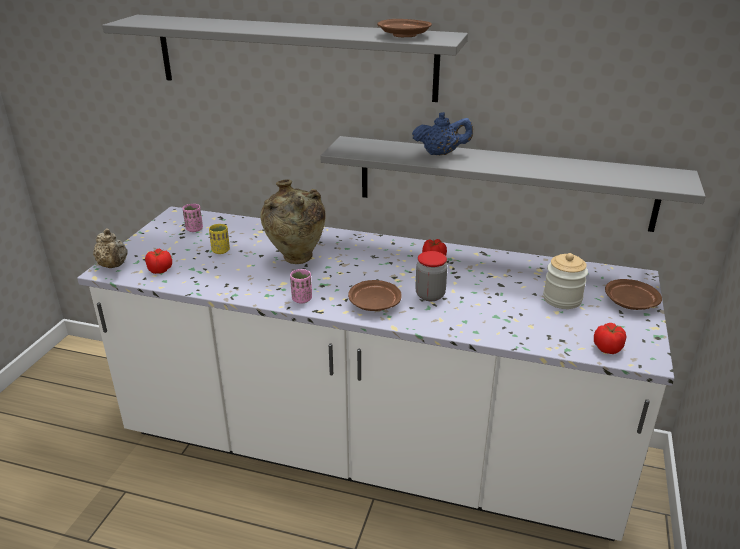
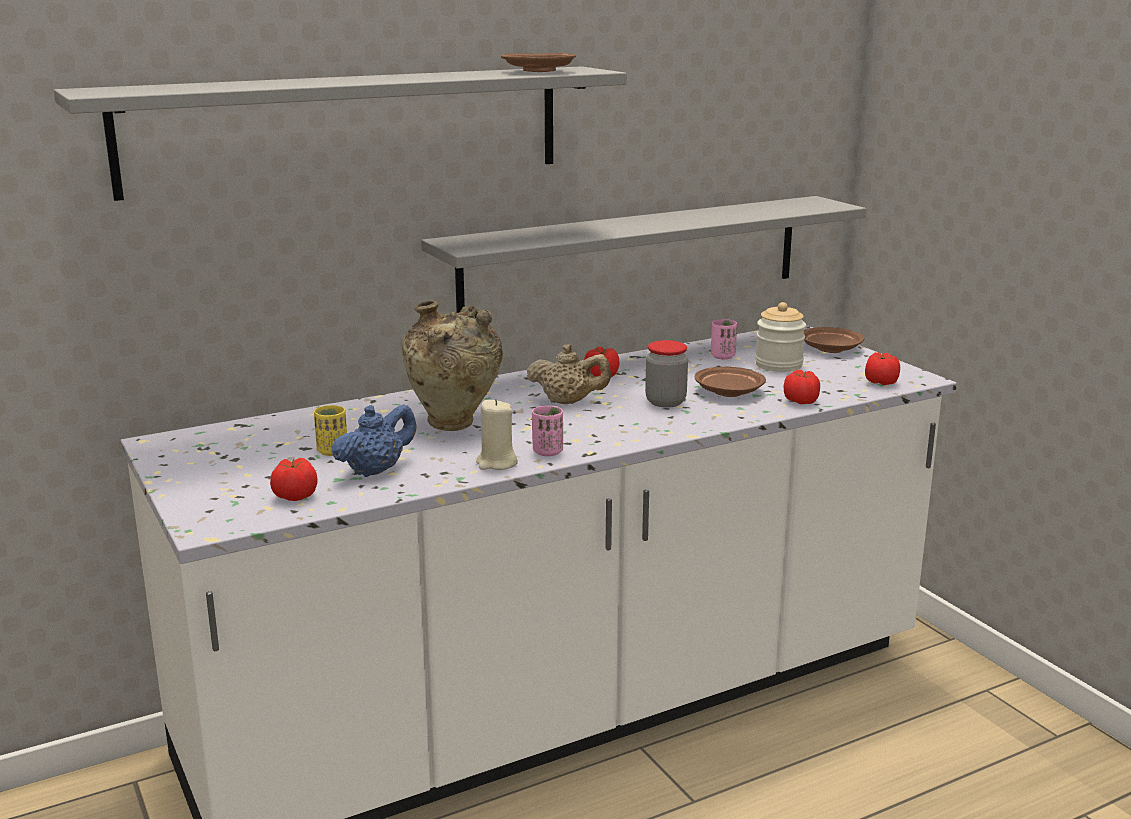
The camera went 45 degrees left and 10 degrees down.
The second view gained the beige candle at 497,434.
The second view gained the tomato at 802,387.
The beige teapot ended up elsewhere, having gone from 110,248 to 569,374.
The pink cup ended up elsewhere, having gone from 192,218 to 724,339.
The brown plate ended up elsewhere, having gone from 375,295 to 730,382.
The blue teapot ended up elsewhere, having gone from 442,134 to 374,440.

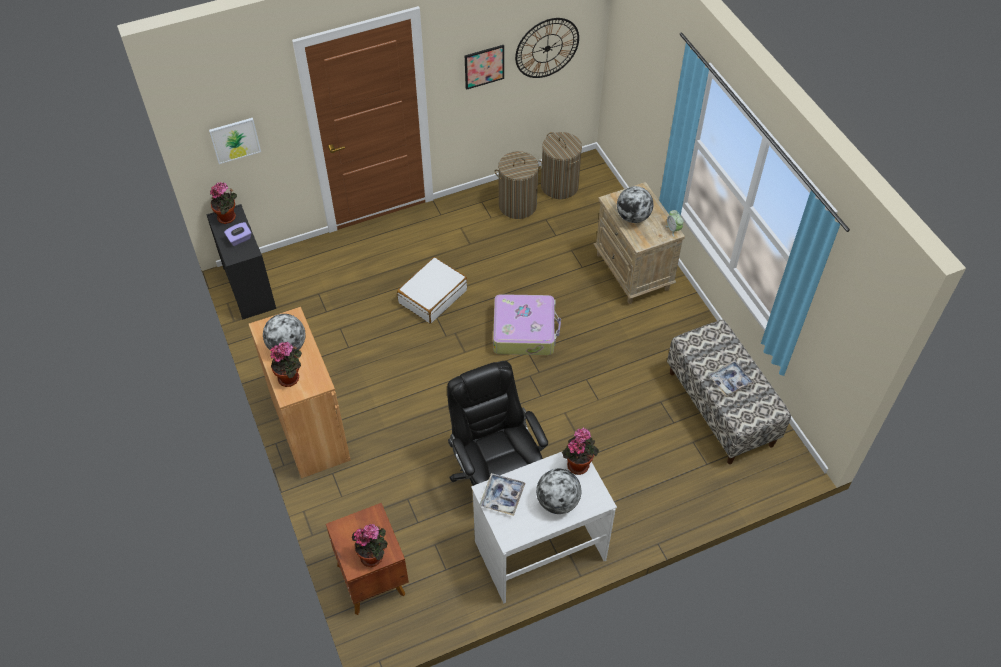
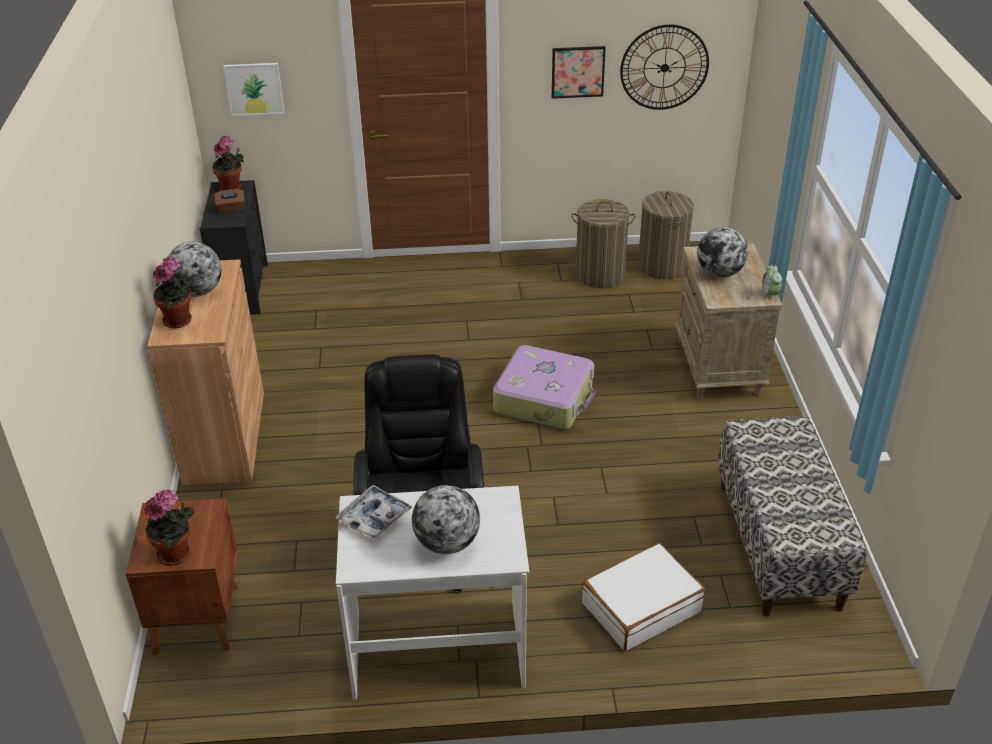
The camera went 20 degrees right and 15 degrees down.
The second view lost the potted plant at 580,451.
The second view lost the tray at 731,379.
The white suitcase ended up elsewhere, having gone from 432,290 to 643,597.
What was the purple tissue box at 238,234 turned into the brown tissue box at 229,201.

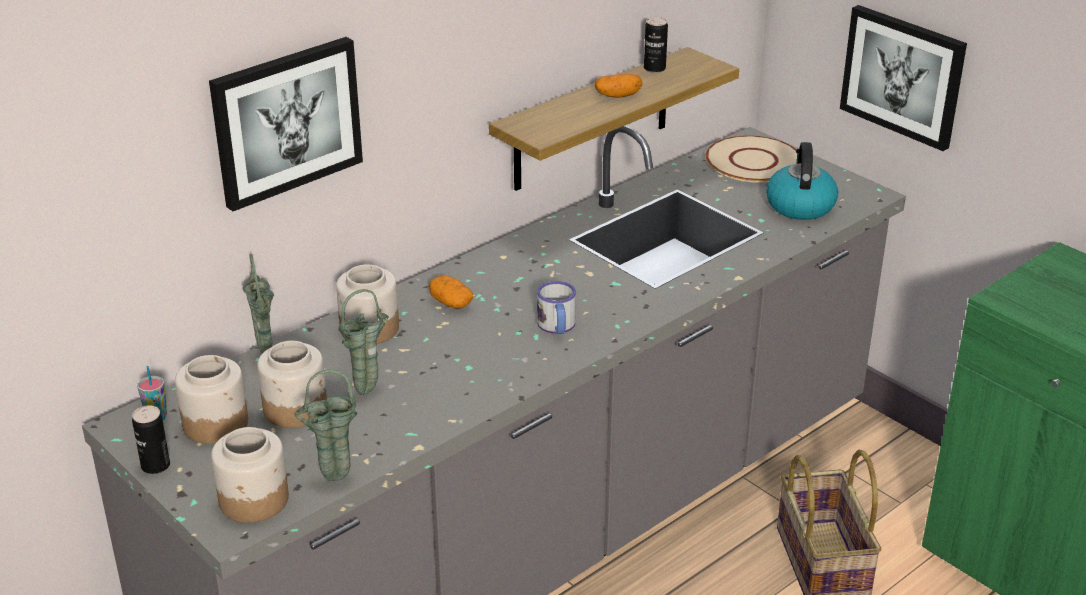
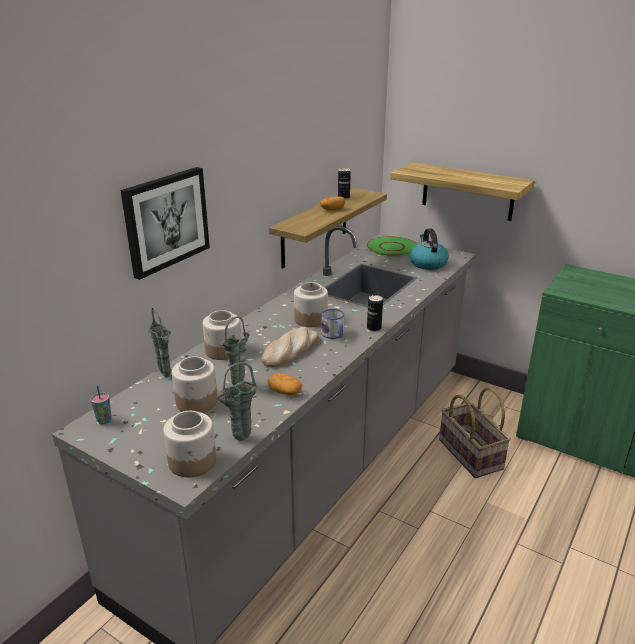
The camera went 15 degrees left and 5 degrees down.
The second view gained the bread at 290,347.
The can ended up elsewhere, having gone from 151,440 to 375,313.
The jar ended up elsewhere, having gone from 211,399 to 311,304.
The potato ended up elsewhere, having gone from 451,291 to 284,384.
Where the picture hung at 903,78, the shelf came to hang at 462,191.
What was the beige plate at 751,159 turned into the green plate at 391,246.

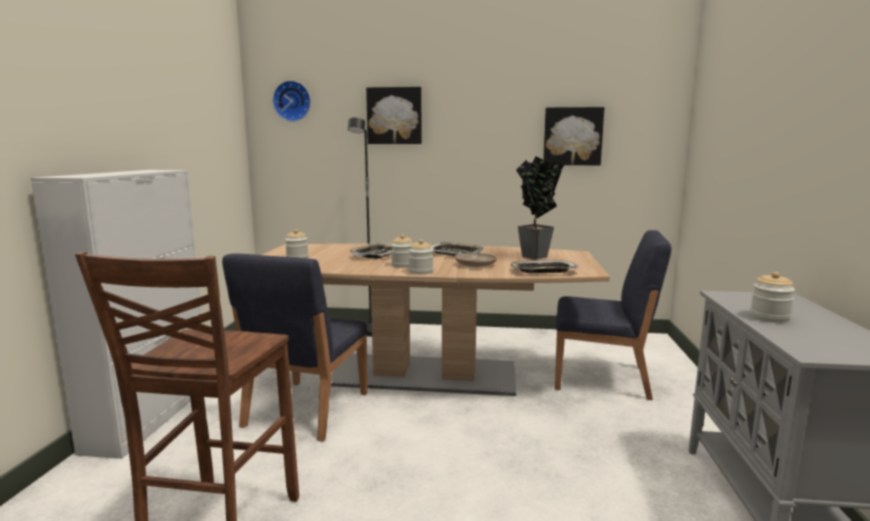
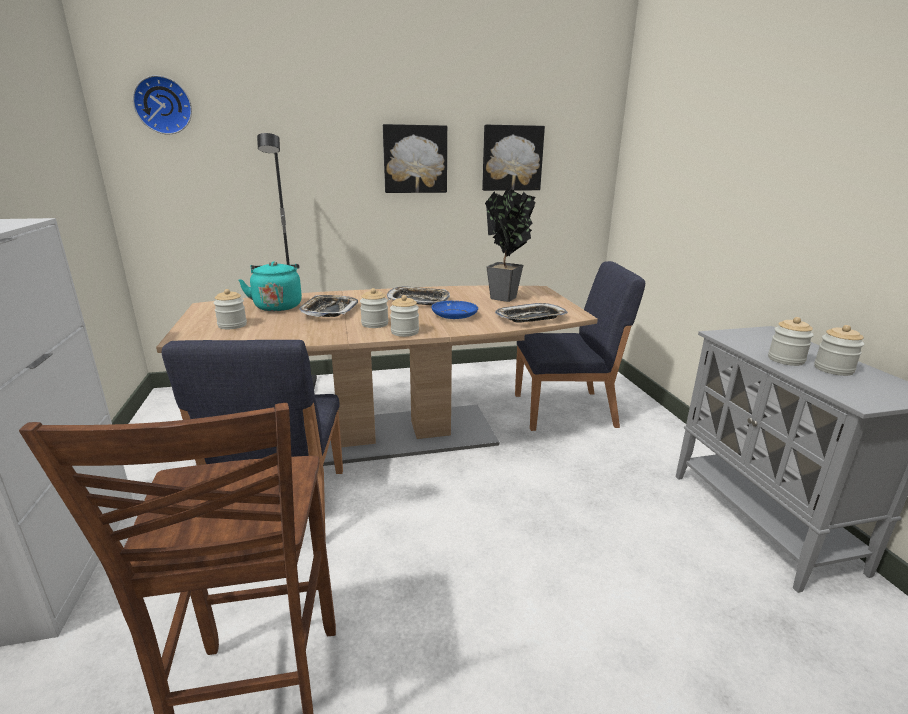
The camera went 20 degrees left and 10 degrees up.
The second view gained the turquoise kettle at 270,286.
The second view gained the jar at 839,350.
The picture ended up elsewhere, having gone from 394,115 to 415,158.
What was the beige plate at 476,260 turned into the blue plate at 455,310.

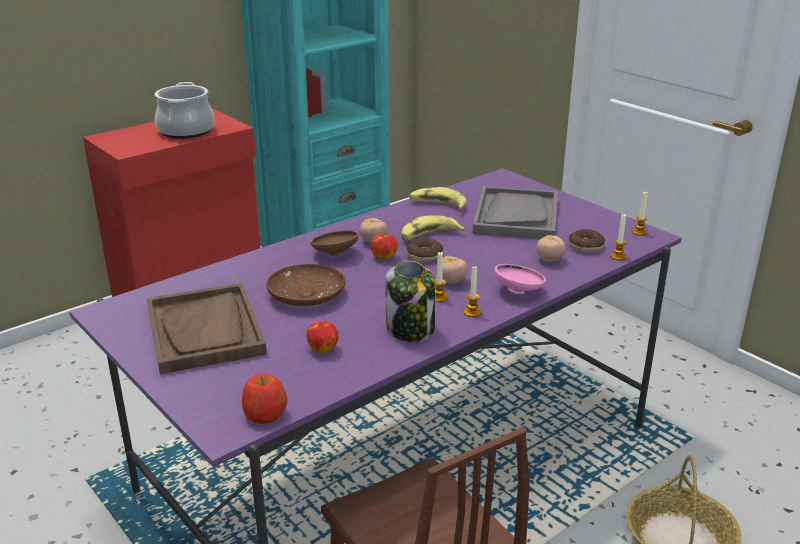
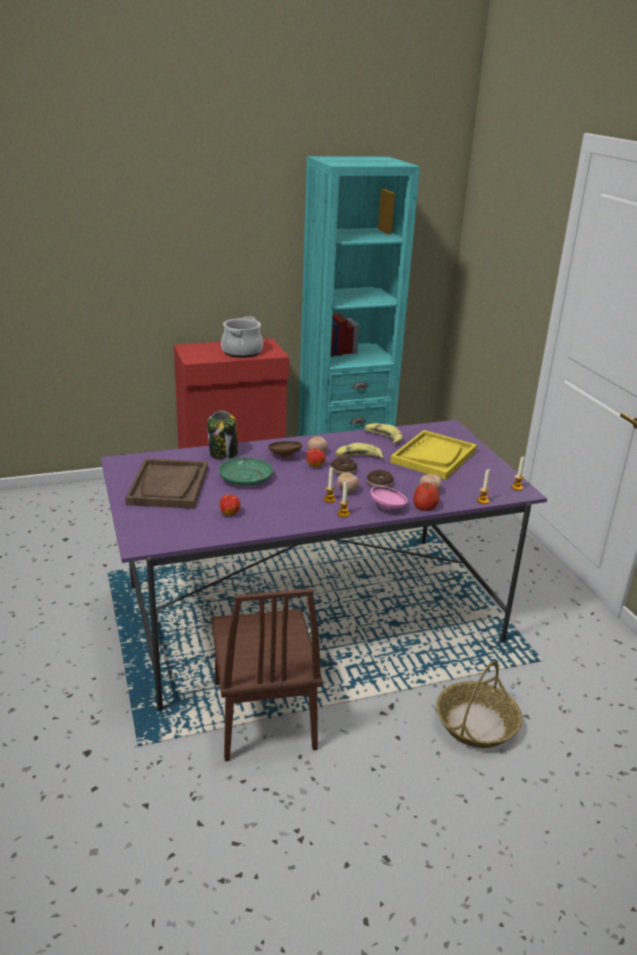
The camera went 20 degrees right and 0 degrees up.
The apple ended up elsewhere, having gone from 264,398 to 426,497.
The jar ended up elsewhere, having gone from 410,301 to 222,435.
The donut ended up elsewhere, having gone from 587,240 to 380,478.
What was the brown plate at 305,285 turned into the green plate at 246,471.
What was the grey tray at 515,212 turned into the yellow tray at 433,455.

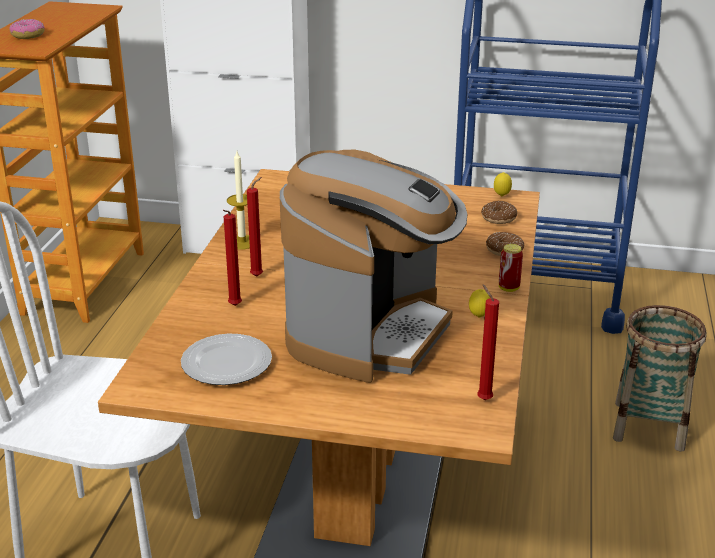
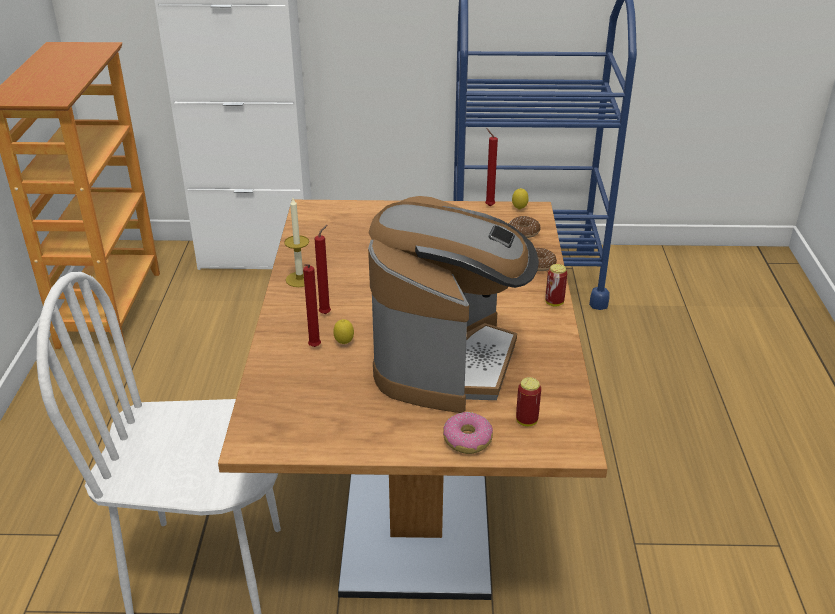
The camera went 10 degrees left and 5 degrees up.
The second view lost the plate at 226,359.
The second view lost the basket at 660,378.
The second view gained the can at 528,402.
The donut ended up elsewhere, having gone from 27,29 to 468,433.
The lemon ended up elsewhere, having gone from 479,303 to 343,331.
The red candle ended up elsewhere, having gone from 488,342 to 491,167.

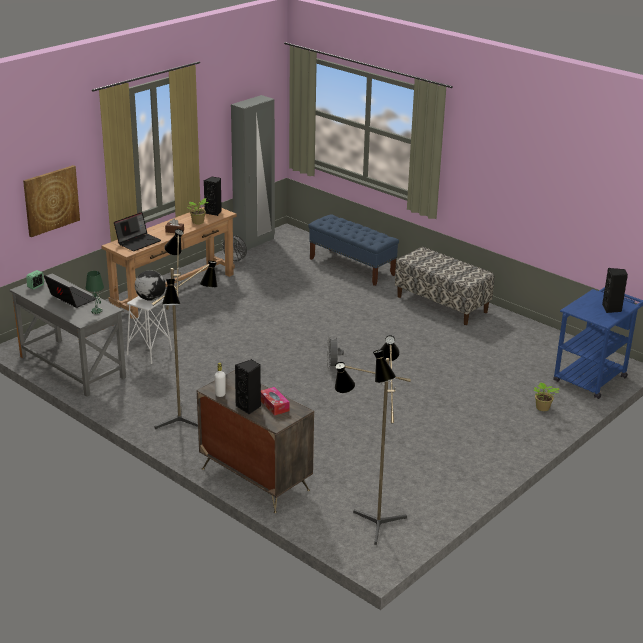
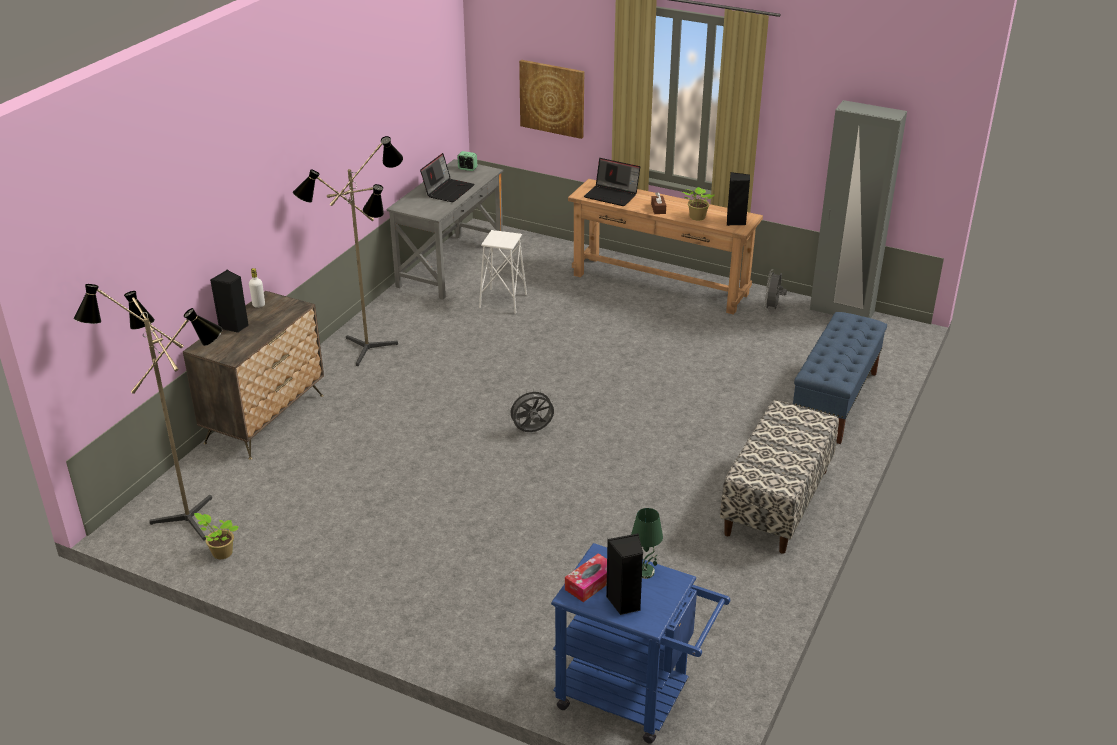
The camera went 75 degrees right and 5 degrees up.
The second view lost the globe at 150,285.
The green table lamp ended up elsewhere, having gone from 95,292 to 647,543.
The tissue box ended up elsewhere, having gone from 275,401 to 586,577.
The potted plant ended up elsewhere, having gone from 546,396 to 216,536.

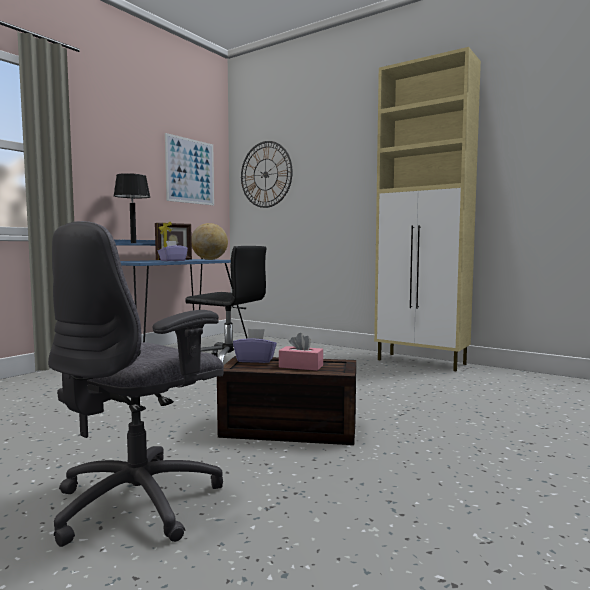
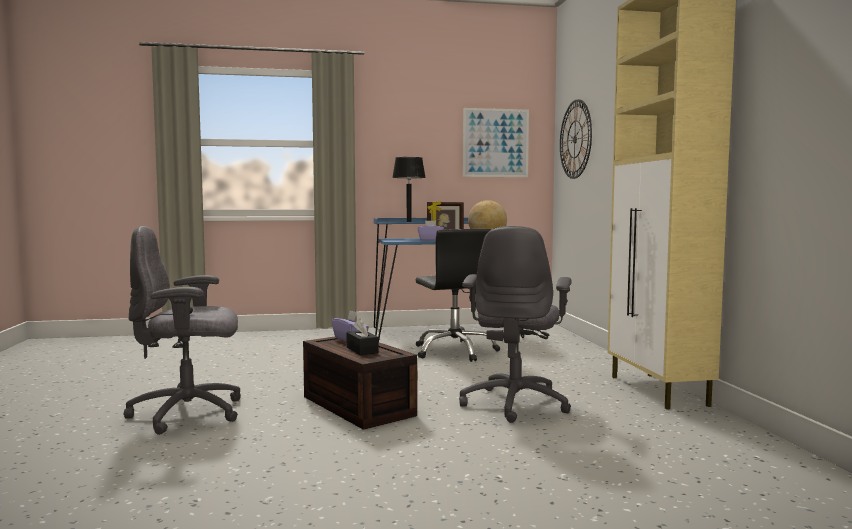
The camera went 45 degrees right and 0 degrees up.
The second view gained the grey office chair at 515,324.
What was the pink tissue box at 301,352 turned into the black tissue box at 362,337.

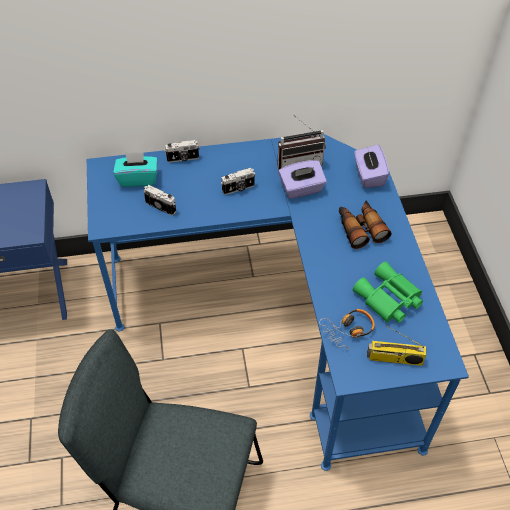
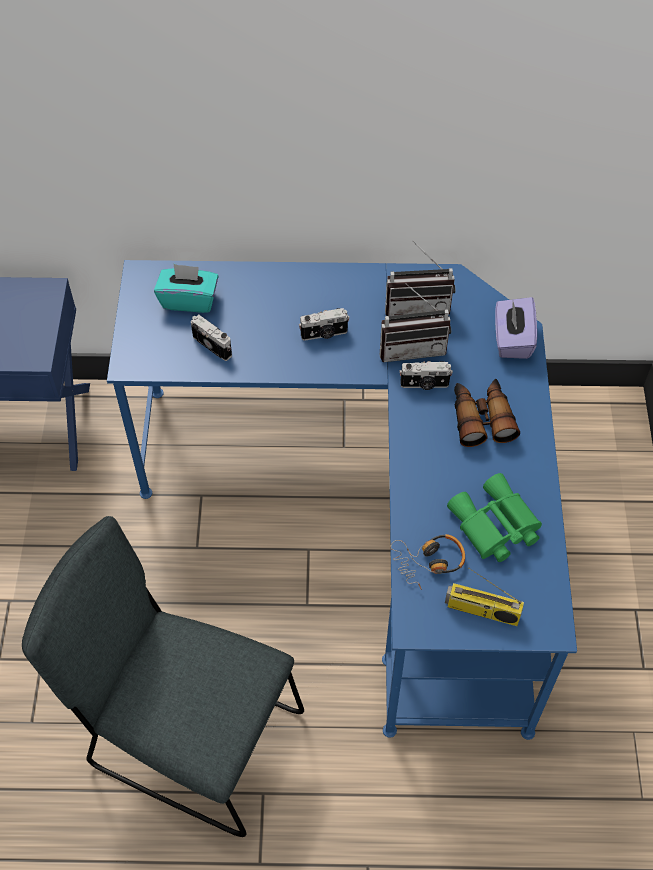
The camera went 10 degrees right and 5 degrees up.
The photo camera ended up elsewhere, having gone from 182,151 to 426,375.
Where the purple tissue box stood at 302,179, the radio came to stand at 415,322.

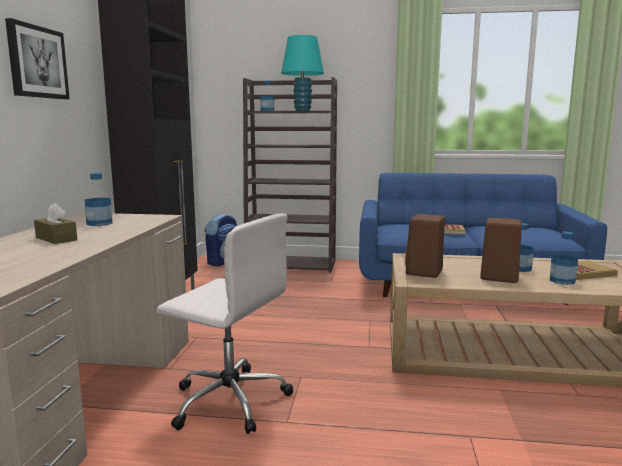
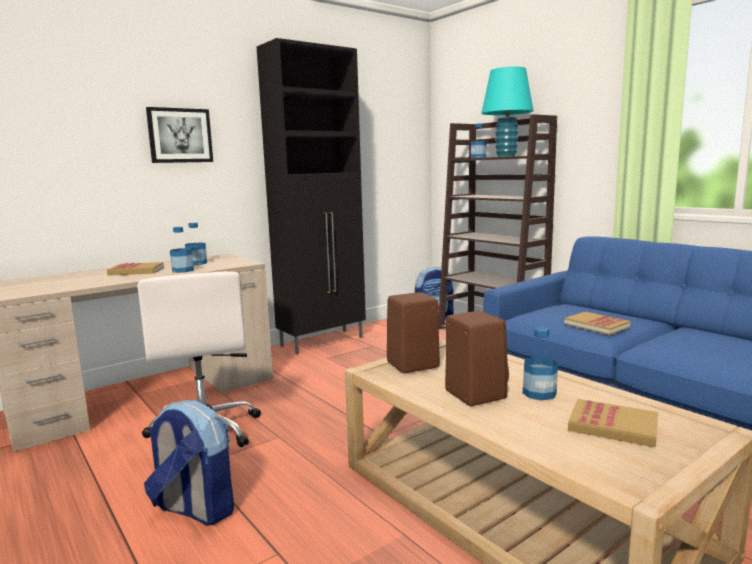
The camera went 45 degrees right and 0 degrees up.
The second view gained the backpack at 189,463.
The bottle ended up elsewhere, having gone from 564,258 to 182,250.
Where the brown tissue box stood at 55,223, the book came to stand at 135,269.

